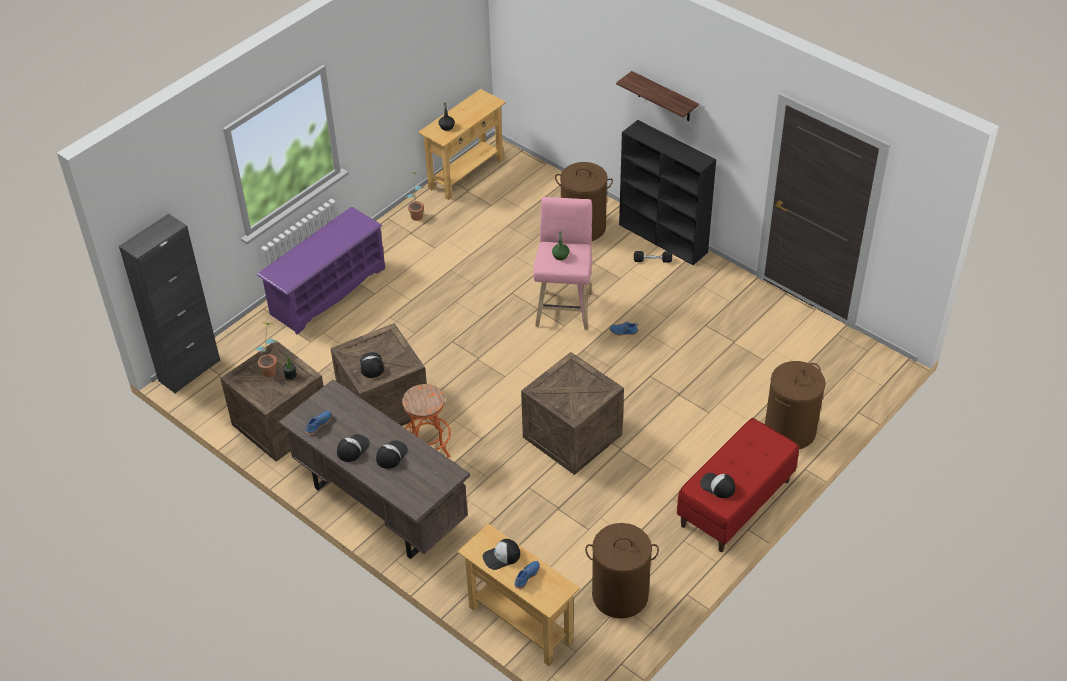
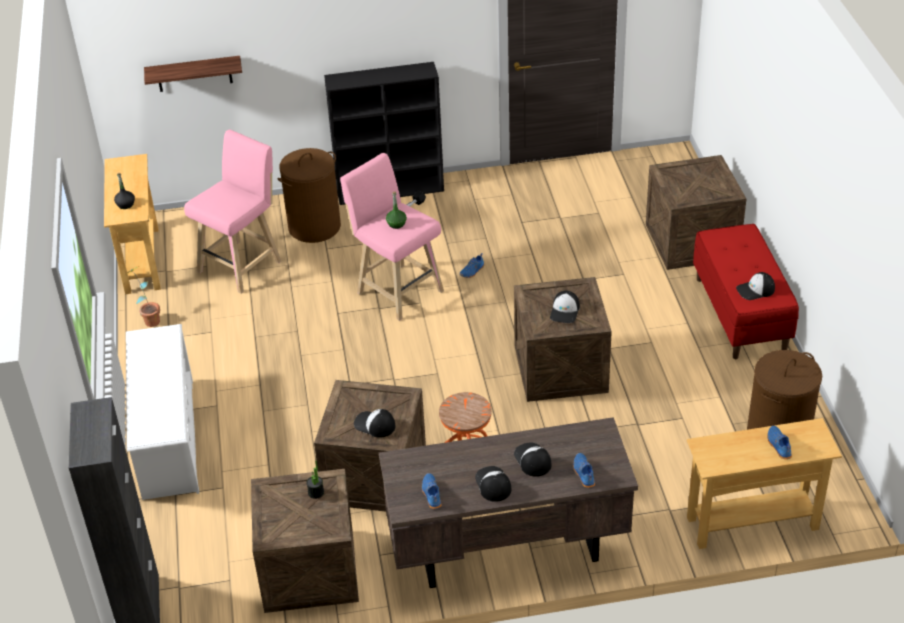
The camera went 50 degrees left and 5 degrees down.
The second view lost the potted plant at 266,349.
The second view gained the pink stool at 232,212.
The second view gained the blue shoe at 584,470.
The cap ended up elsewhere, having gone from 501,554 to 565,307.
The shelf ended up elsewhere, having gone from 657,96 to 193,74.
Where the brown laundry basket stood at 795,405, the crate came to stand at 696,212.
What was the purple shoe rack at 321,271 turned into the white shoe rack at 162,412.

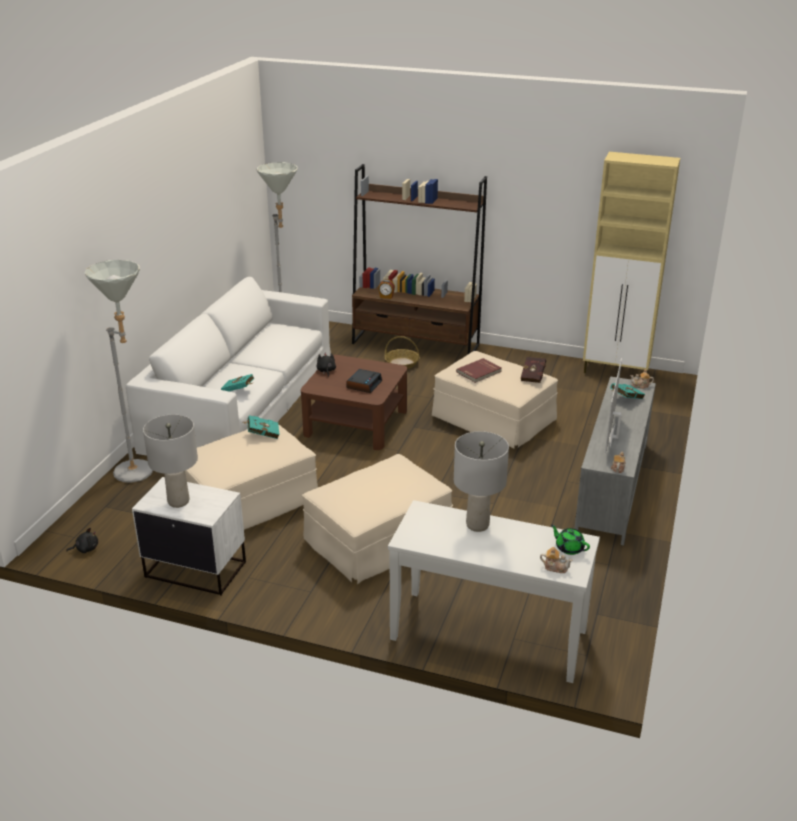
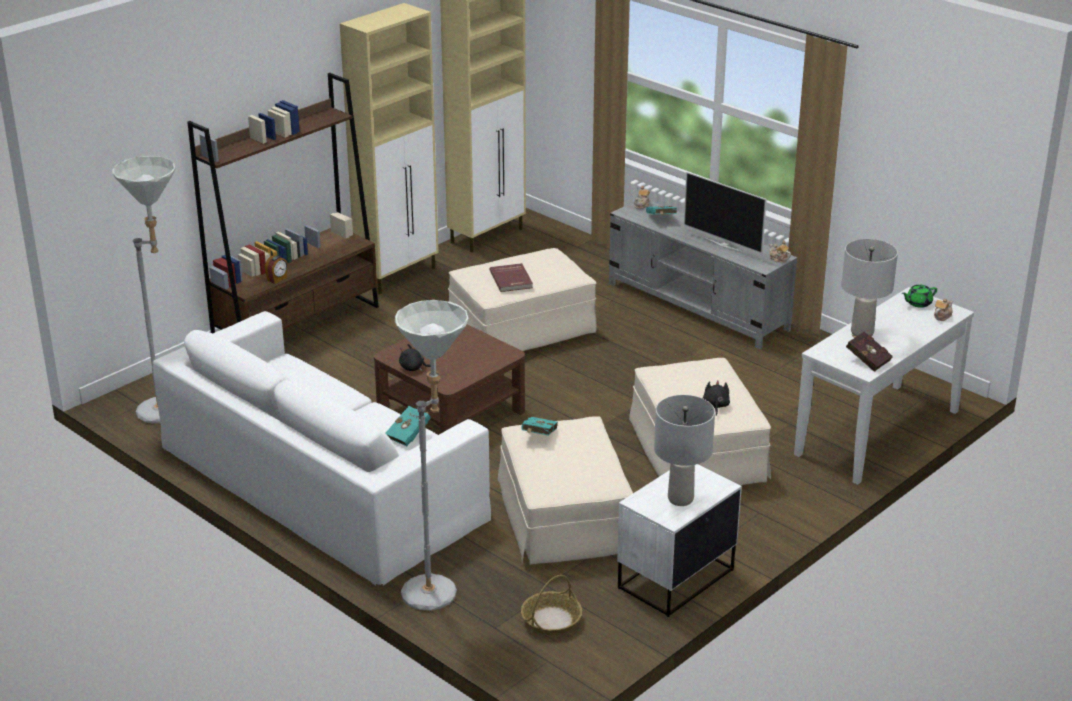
The camera went 65 degrees left and 0 degrees up.
The second view lost the alarm clock at 364,381.
The second view gained the beige cabinet at 389,148.
The black plush toy ended up elsewhere, having gone from 82,540 to 716,398.
The basket ended up elsewhere, having gone from 402,352 to 551,605.
The red book ended up elsewhere, having gone from 533,370 to 869,351.

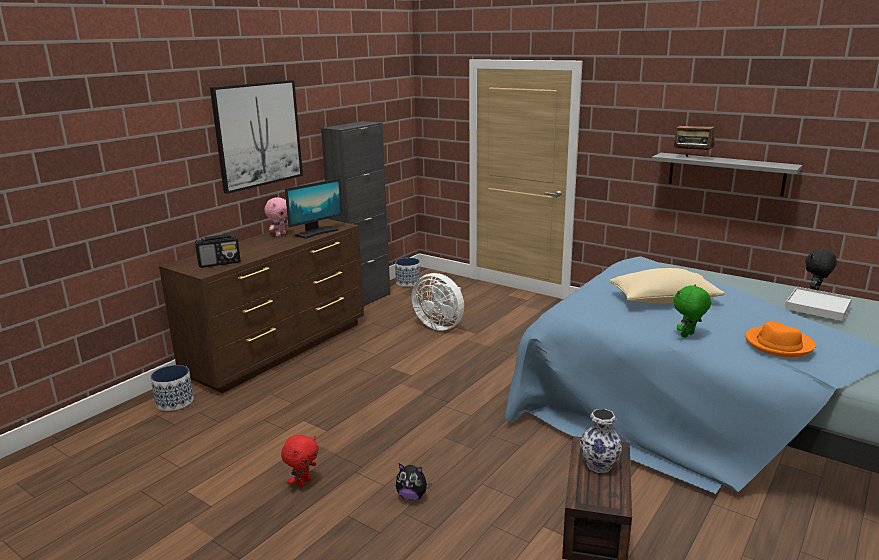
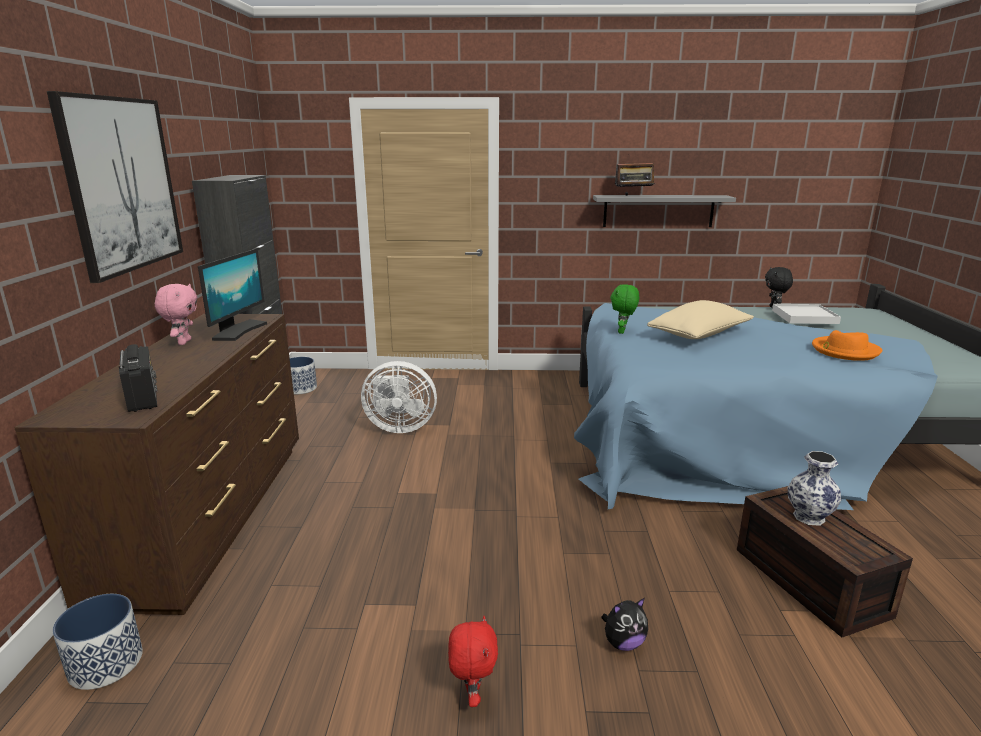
The camera went 35 degrees left and 0 degrees up.
The green plush toy ended up elsewhere, having gone from 692,311 to 624,309.
The radio at 217,251 ended up facing another way, 60 degrees counterclockwise from before.

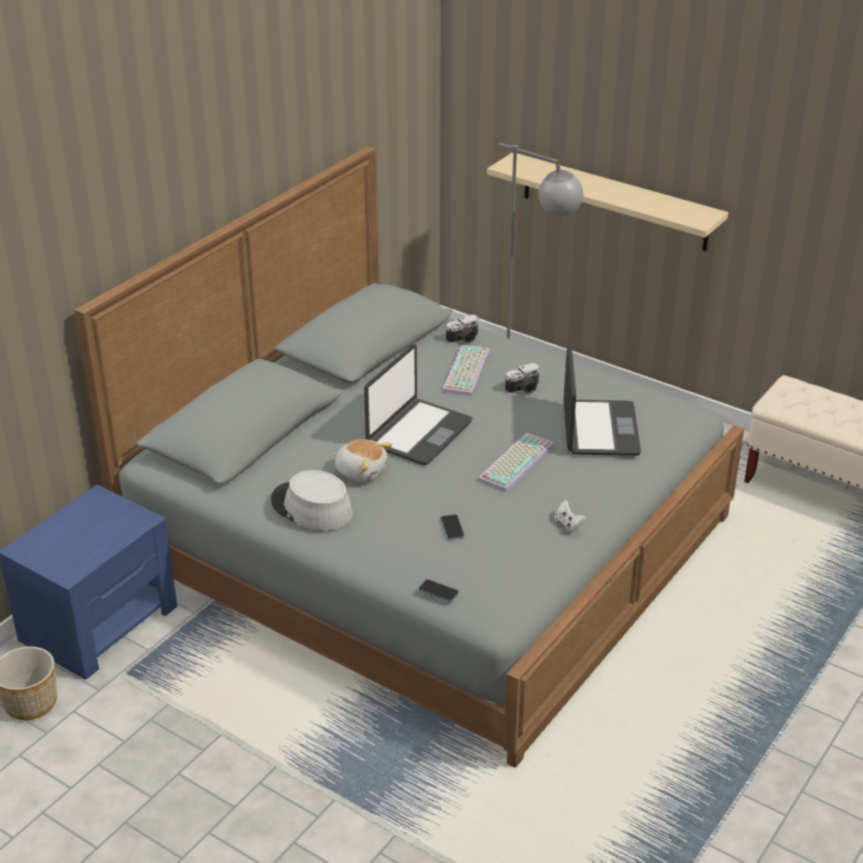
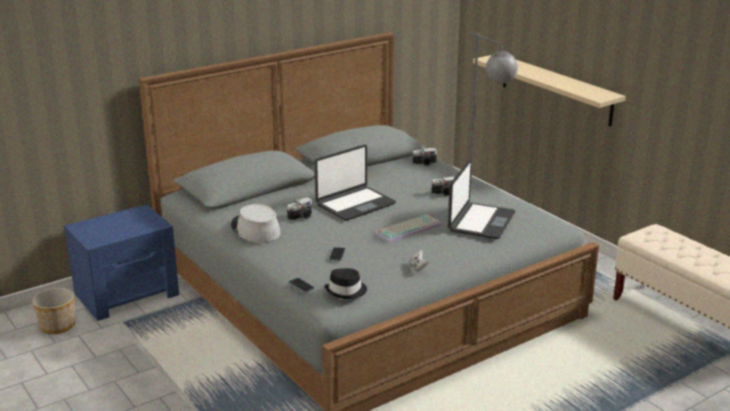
The camera went 20 degrees right and 10 degrees down.
The second view lost the keyboard at 466,370.
The second view gained the black hat at 345,283.
Where the plush toy stood at 363,460, the photo camera came to stand at 299,209.

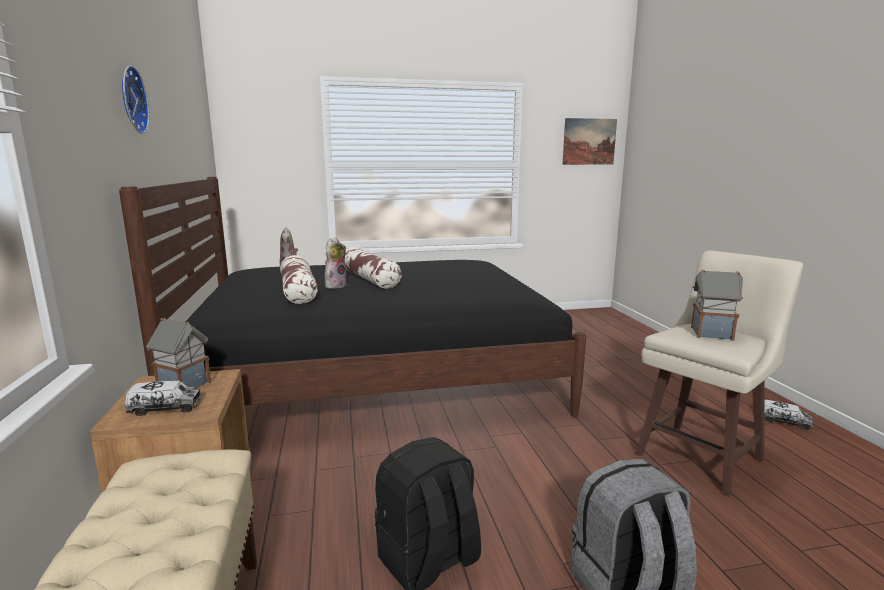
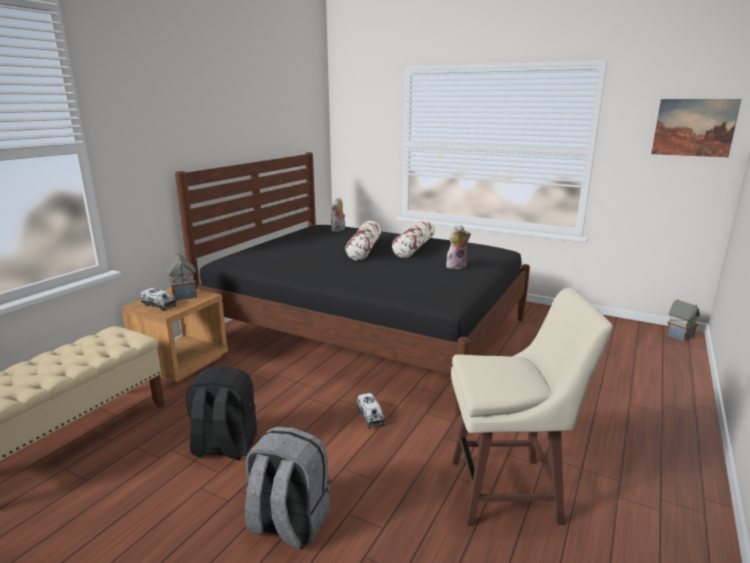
The camera went 40 degrees right and 5 degrees up.
The second view lost the wall clock at 135,100.
The pillow ended up elsewhere, having gone from 299,279 to 413,239.
The plush toy ended up elsewhere, having gone from 335,263 to 458,247.
The toy house ended up elsewhere, having gone from 717,305 to 683,321.
The toy truck ended up elsewhere, having gone from 788,414 to 371,410.

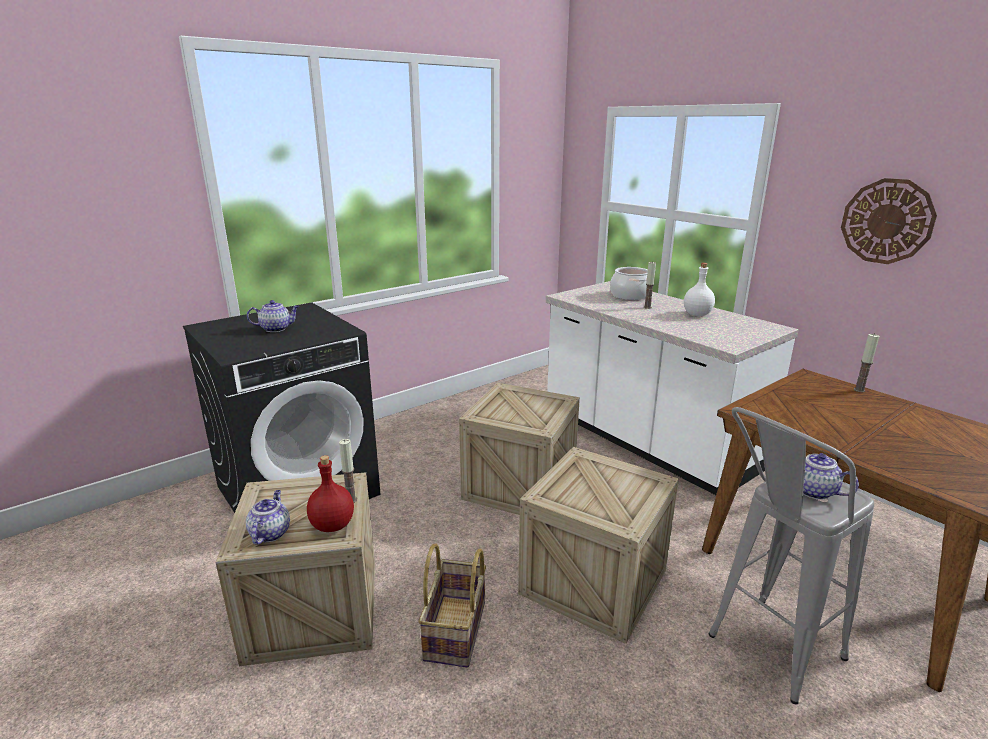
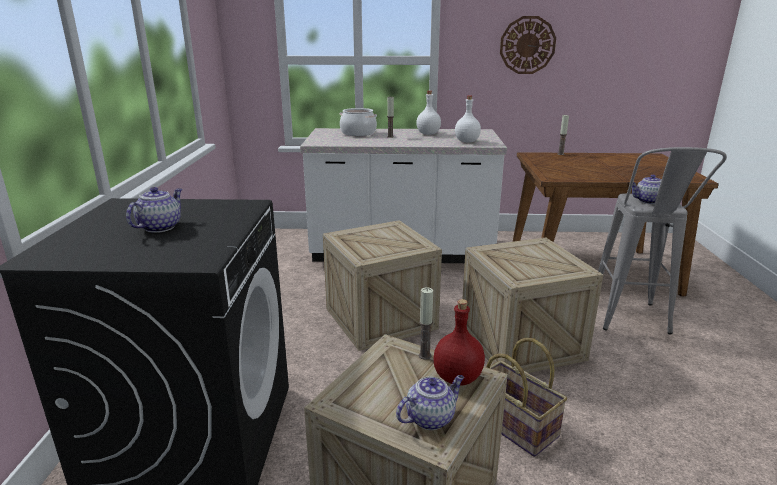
The camera went 50 degrees left and 0 degrees up.
The second view gained the white bottle at 468,119.
The teapot at 268,517 ended up facing another way, 105 degrees clockwise from before.

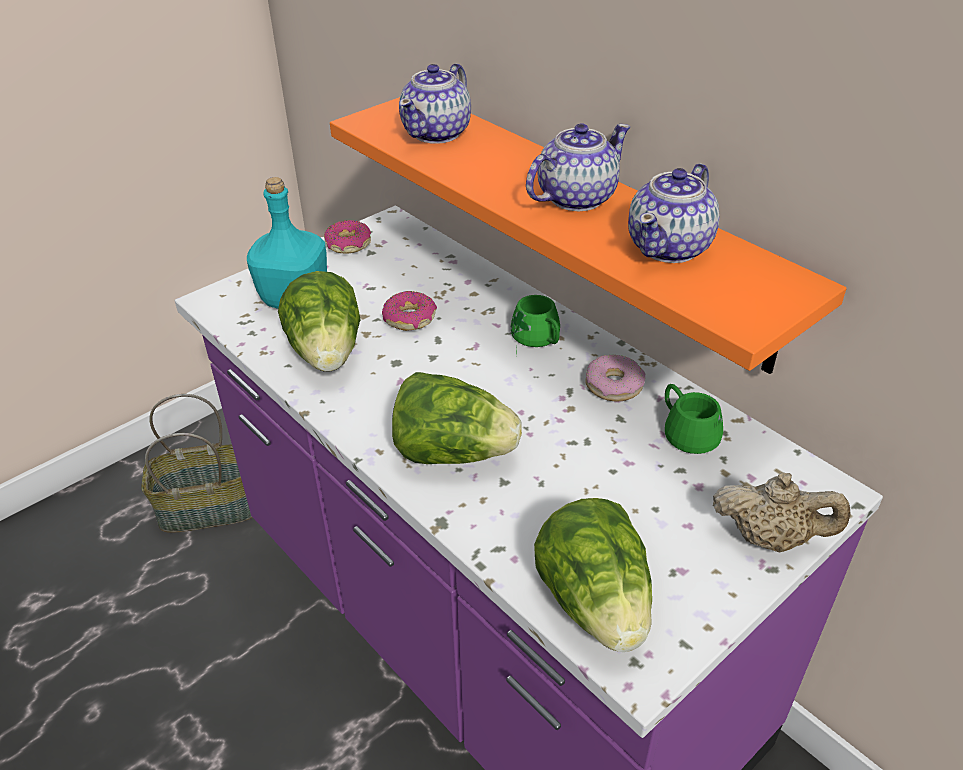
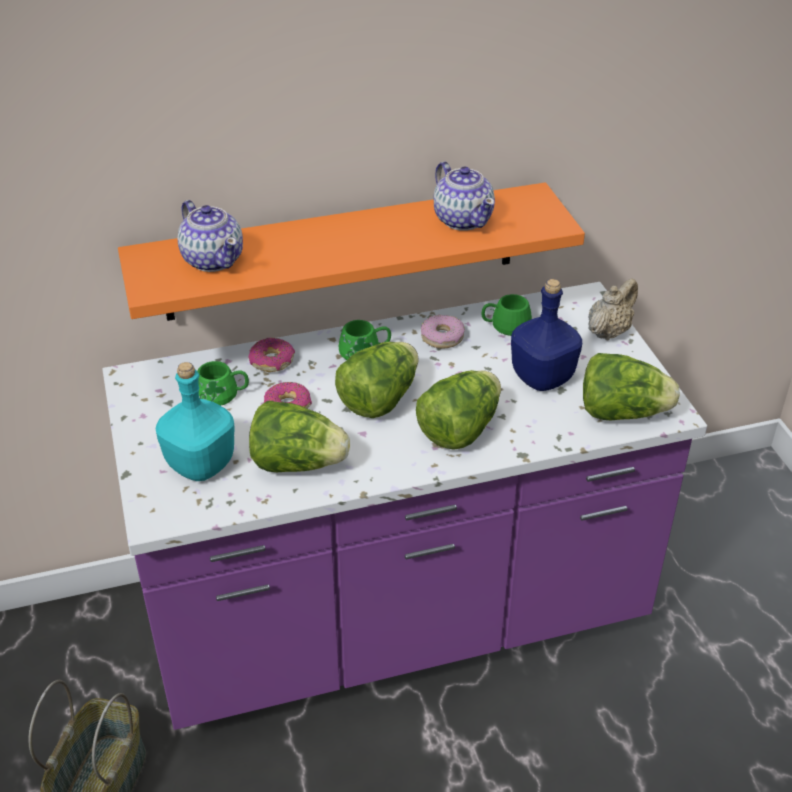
The camera went 65 degrees left and 0 degrees up.
The second view lost the teapot at 578,167.
The second view gained the green mug at 223,383.
The second view gained the lettuce at 377,380.
The second view gained the blue bottle at 546,335.
The donut ended up elsewhere, having gone from 347,237 to 272,355.

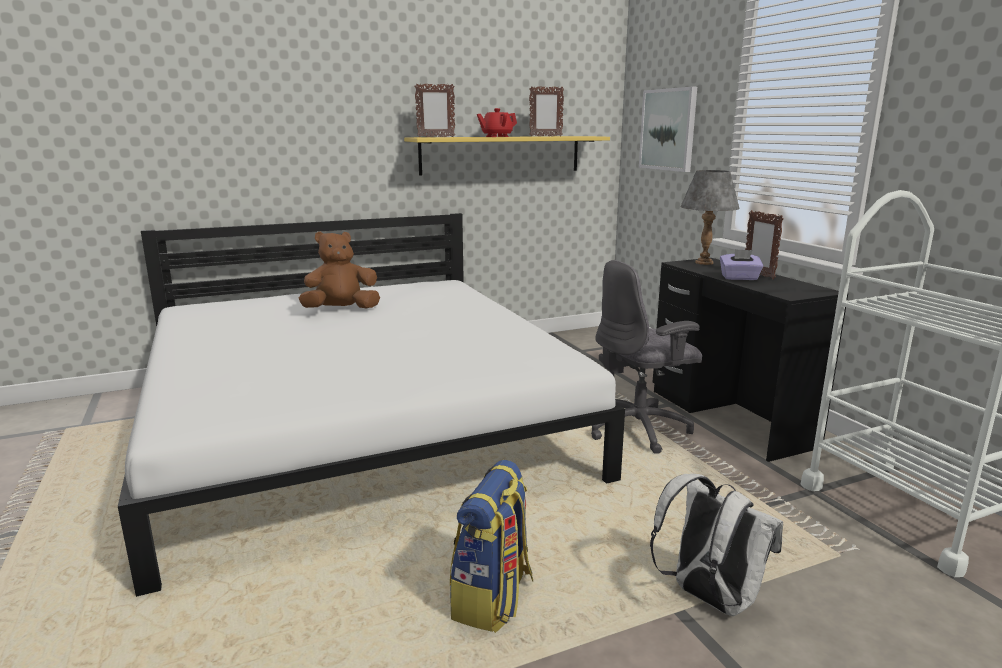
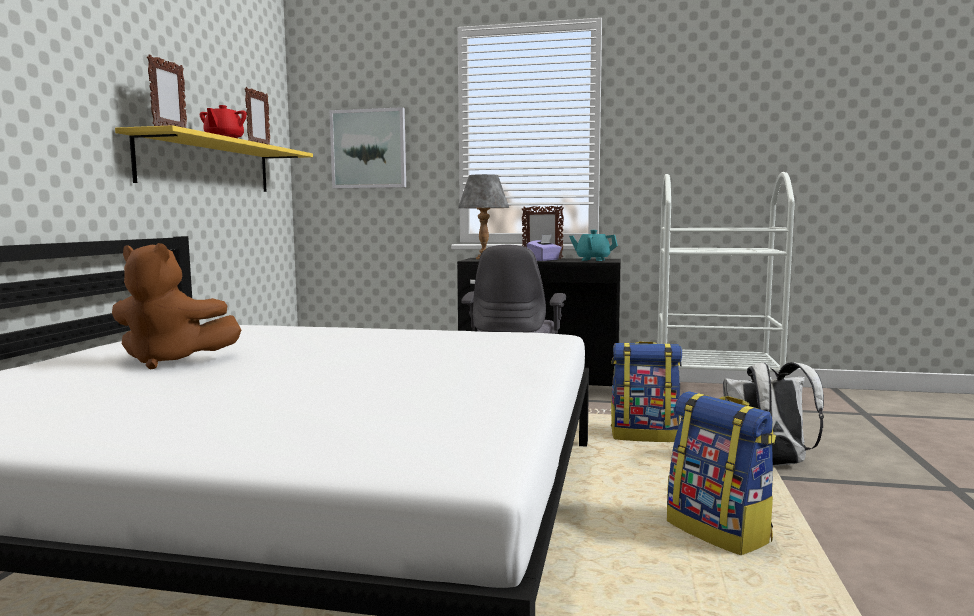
The camera went 55 degrees left and 10 degrees down.
The second view gained the turquoise teapot at 593,245.
The second view gained the backpack at 646,391.
The brown plush toy at 339,270 ended up facing another way, 90 degrees counterclockwise from before.

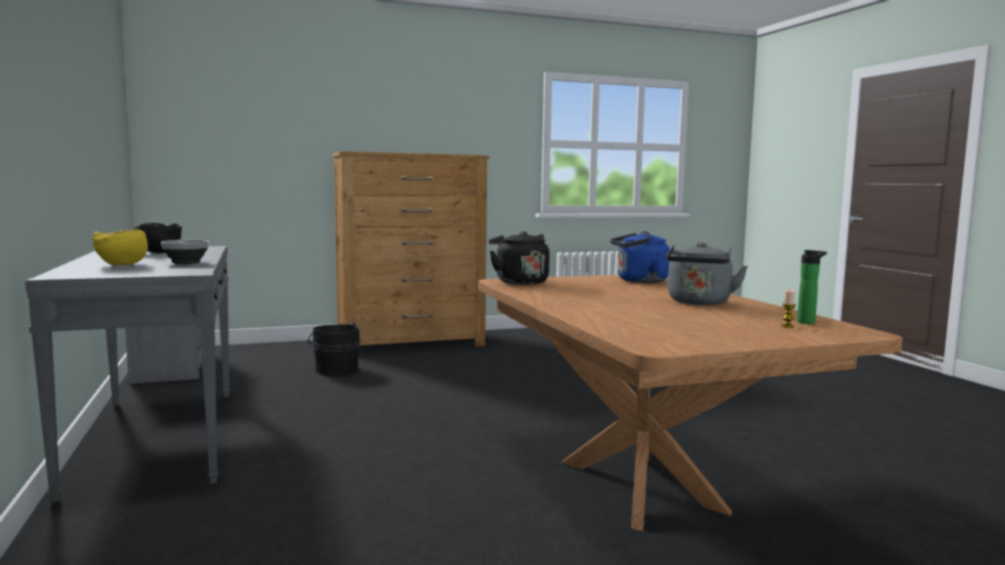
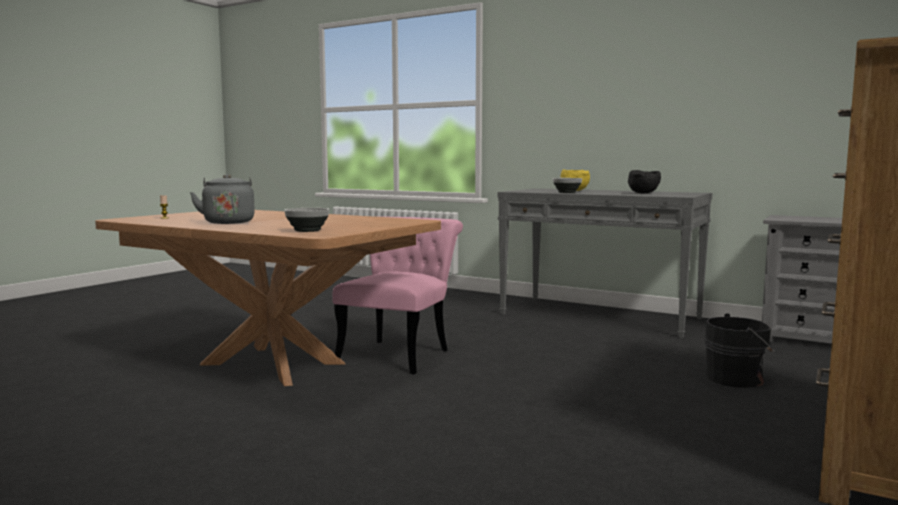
The camera went 140 degrees right and 0 degrees up.
The second view lost the black kettle at 519,258.
The second view lost the bottle at 812,287.
The second view gained the pink chair at 397,295.
Where the blue kettle stood at 640,257, the bowl came to stand at 306,220.

